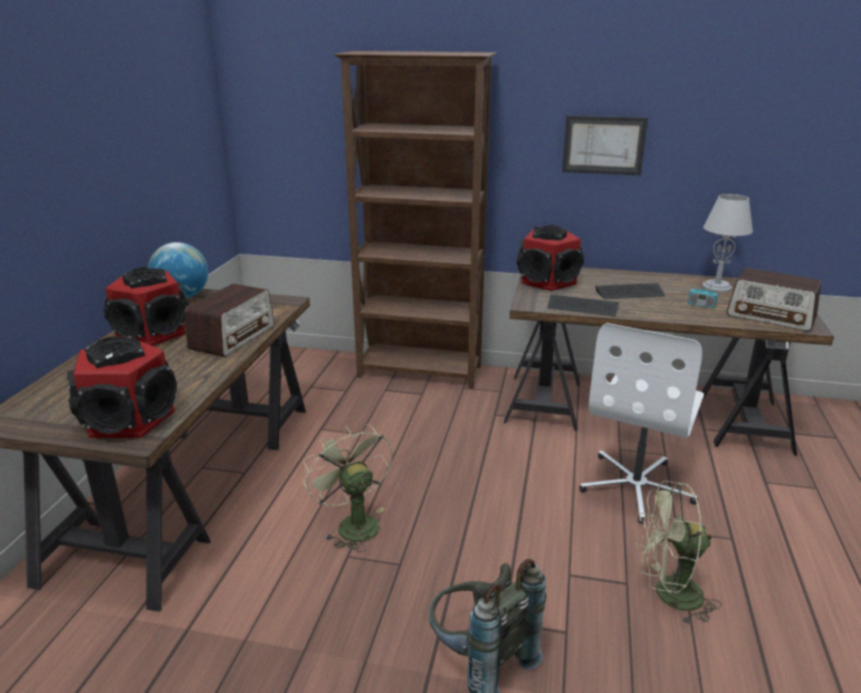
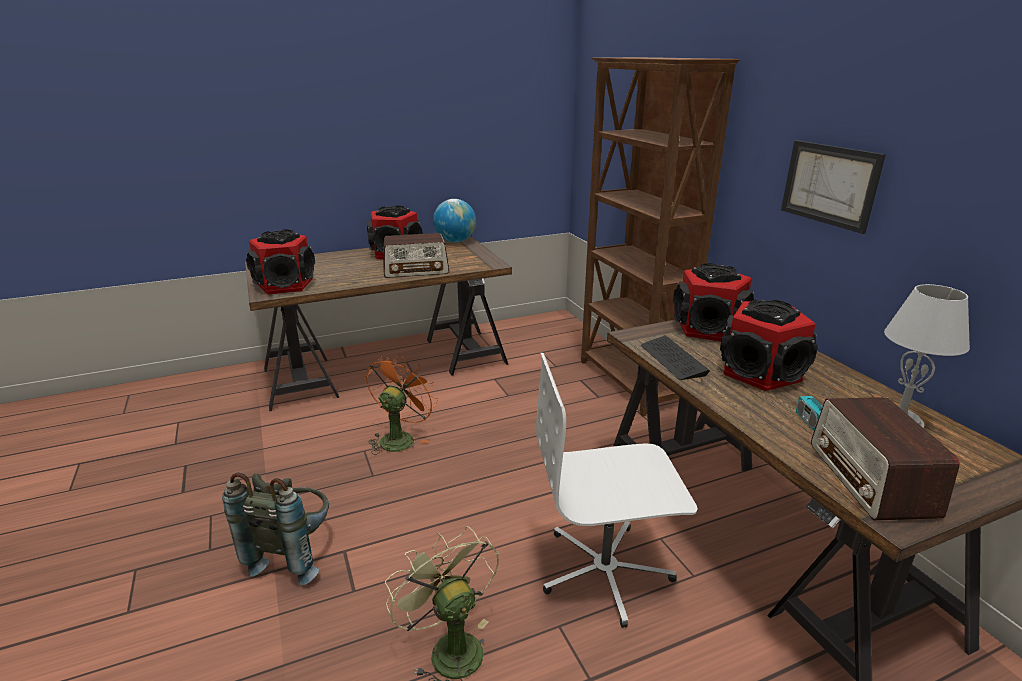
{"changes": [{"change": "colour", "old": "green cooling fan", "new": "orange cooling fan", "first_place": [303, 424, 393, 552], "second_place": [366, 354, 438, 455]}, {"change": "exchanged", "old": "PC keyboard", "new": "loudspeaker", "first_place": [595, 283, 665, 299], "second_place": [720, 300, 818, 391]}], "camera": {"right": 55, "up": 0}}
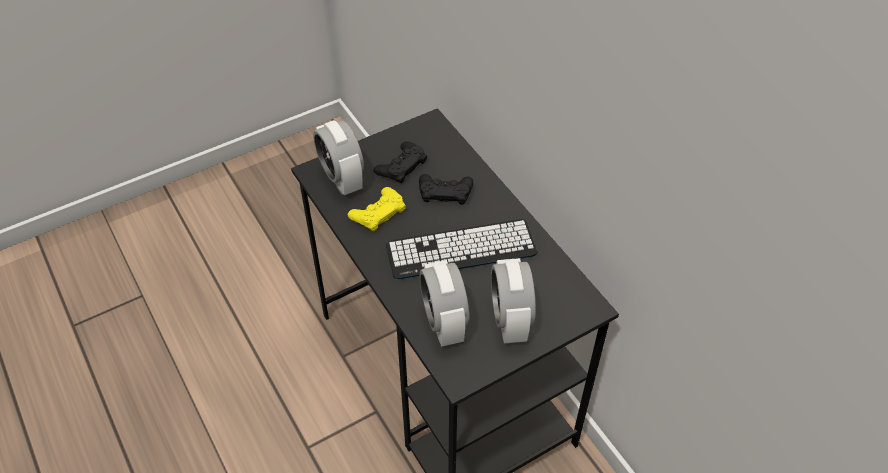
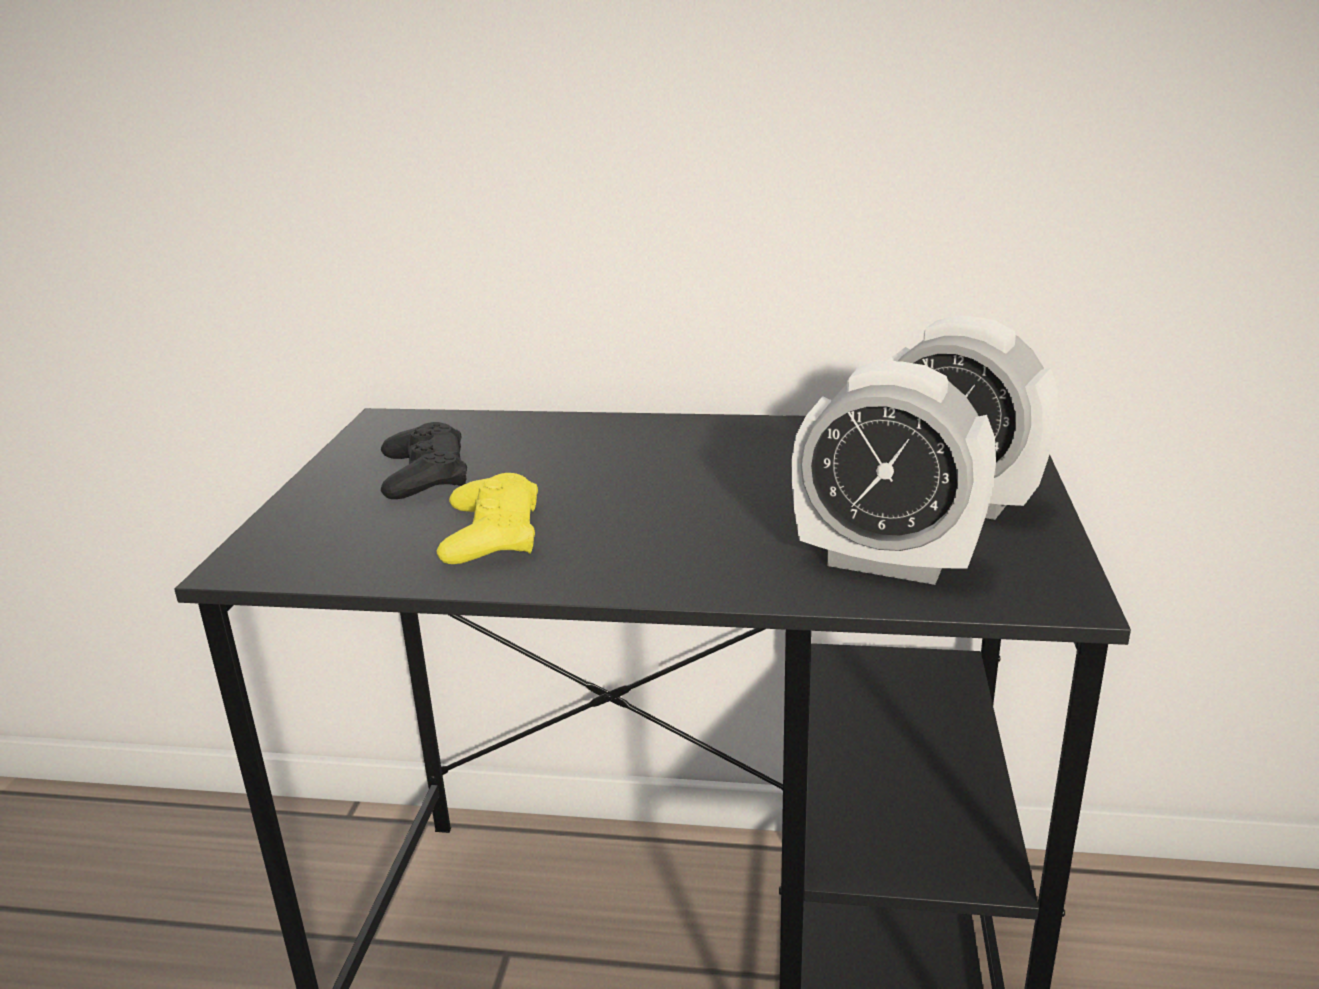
{"changes": [{"change": "missing", "old": "table clock", "first_place": [313, 120, 364, 195]}, {"change": "missing", "old": "PC keyboard", "first_place": [386, 219, 538, 280]}, {"change": "missing", "old": "black gamepad", "first_place": [419, 174, 473, 204]}], "camera": {"right": -50, "up": -25}}
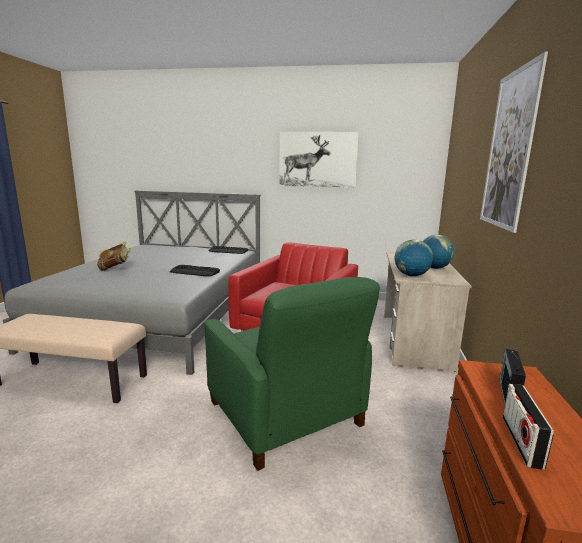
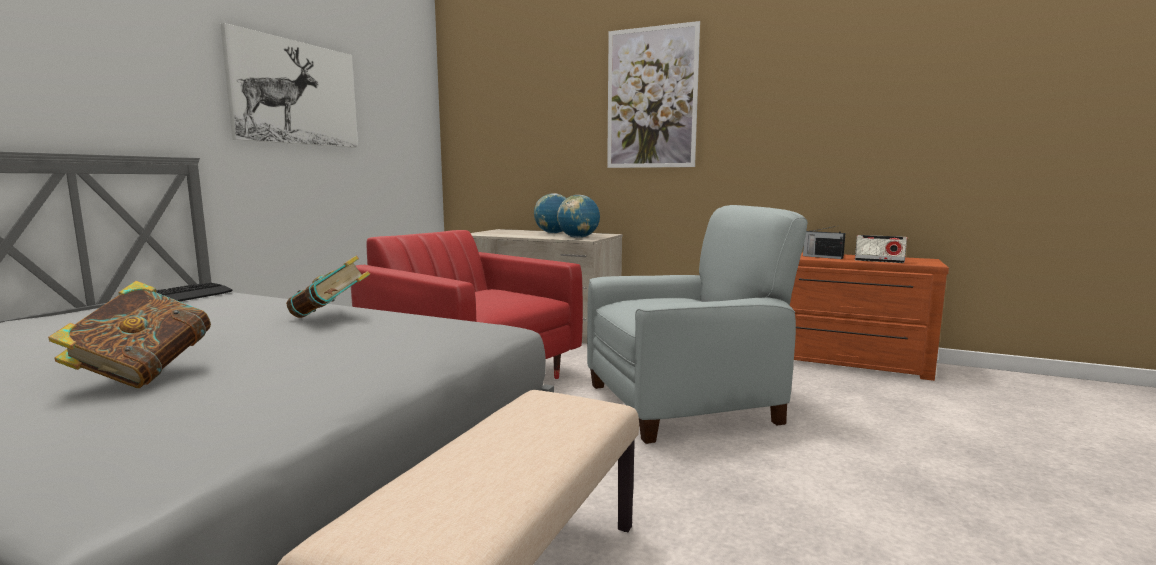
{"changes": [{"change": "exchanged", "old": "PC keyboard", "new": "bound book", "first_place": [170, 265, 220, 276], "second_place": [286, 256, 370, 318]}, {"change": "colour", "old": "green easy chair", "new": "greyish easy chair", "first_place": [204, 277, 380, 471], "second_place": [587, 205, 808, 444]}], "camera": {"right": -75, "up": -5}}
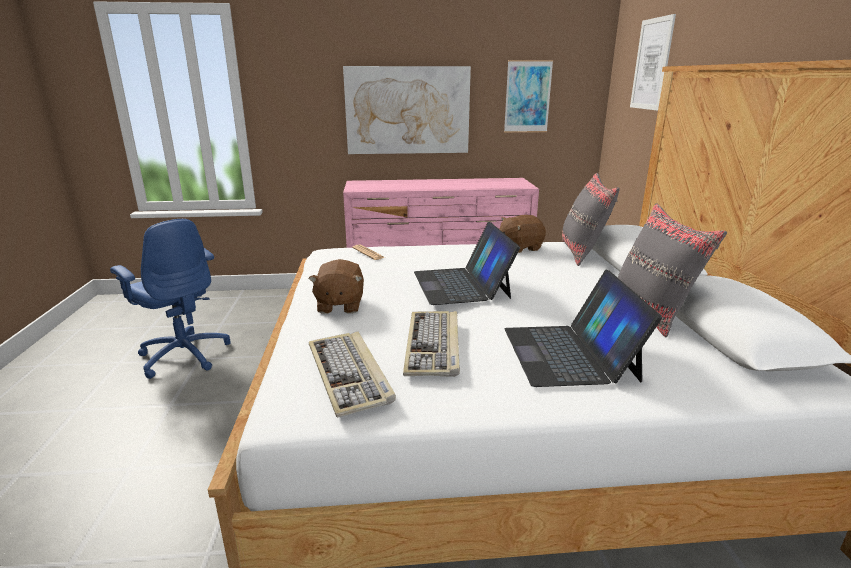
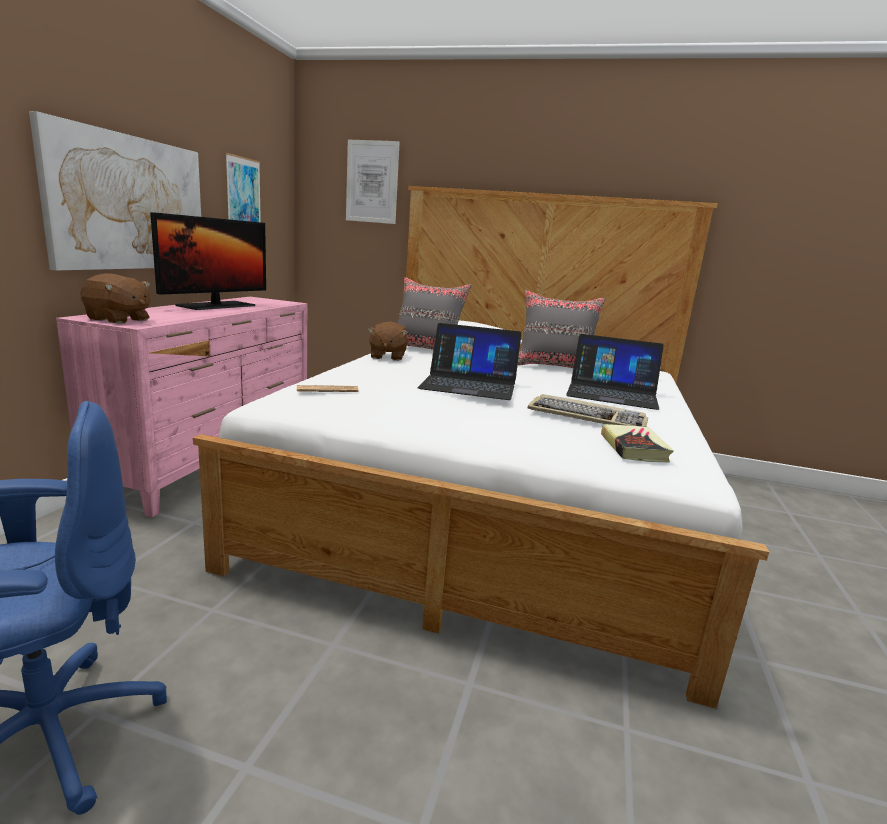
{"changes": [{"change": "relocated", "old": "brownish cuddly toy", "first_place": [308, 259, 364, 314], "second_place": [80, 273, 150, 324]}, {"change": "exchanged", "old": "PC keyboard", "new": "bound book", "first_place": [309, 331, 396, 417], "second_place": [601, 424, 674, 462]}, {"change": "appeared", "new": "computer display", "second_place": [150, 212, 266, 310]}], "camera": {"right": -70, "up": -5}}
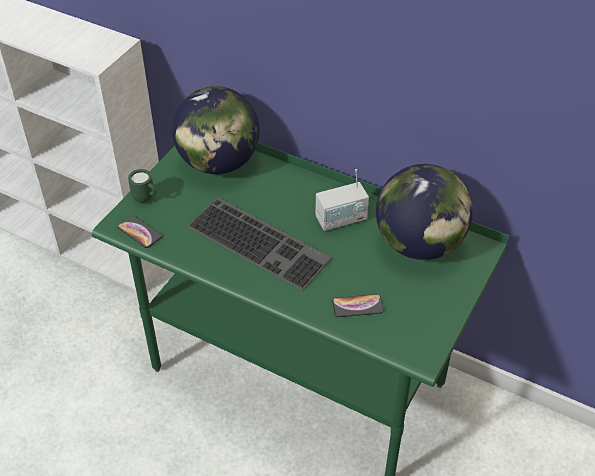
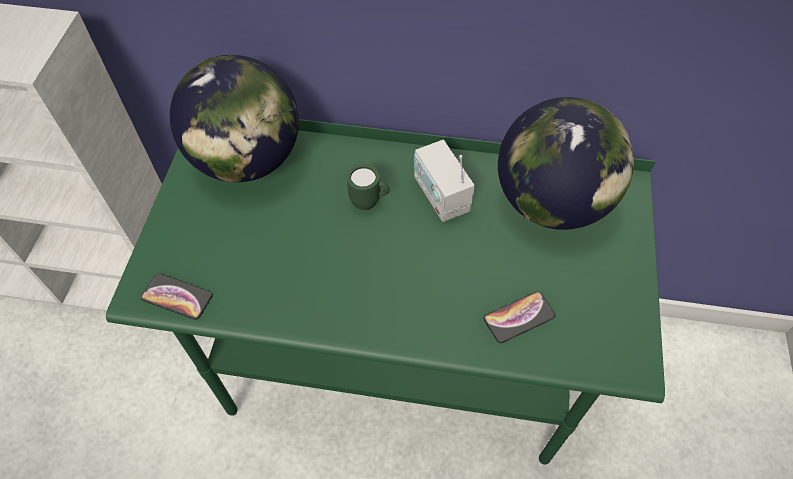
{"changes": [{"change": "relocated", "old": "green coffee mug", "first_place": [128, 169, 156, 203], "second_place": [347, 164, 390, 210]}, {"change": "missing", "old": "PC keyboard", "first_place": [187, 197, 332, 291]}, {"change": "spun", "old": "radio", "first_place": [315, 169, 369, 231], "second_place": [414, 140, 475, 222], "degrees": 105}], "camera": {"right": -20, "up": 10}}
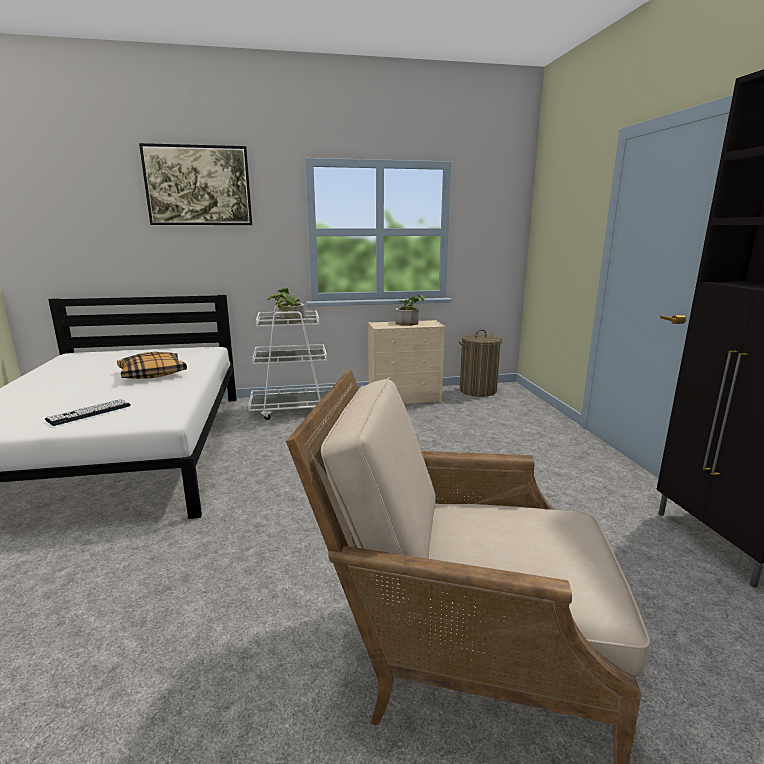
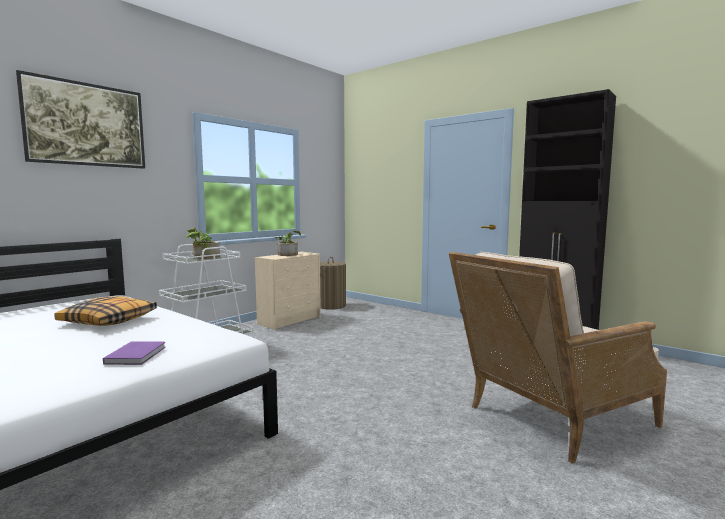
{"changes": [{"change": "exchanged", "old": "PC keyboard", "new": "purplish bound book", "first_place": [45, 399, 131, 426], "second_place": [103, 342, 166, 365]}], "camera": {"right": -40, "up": -10}}
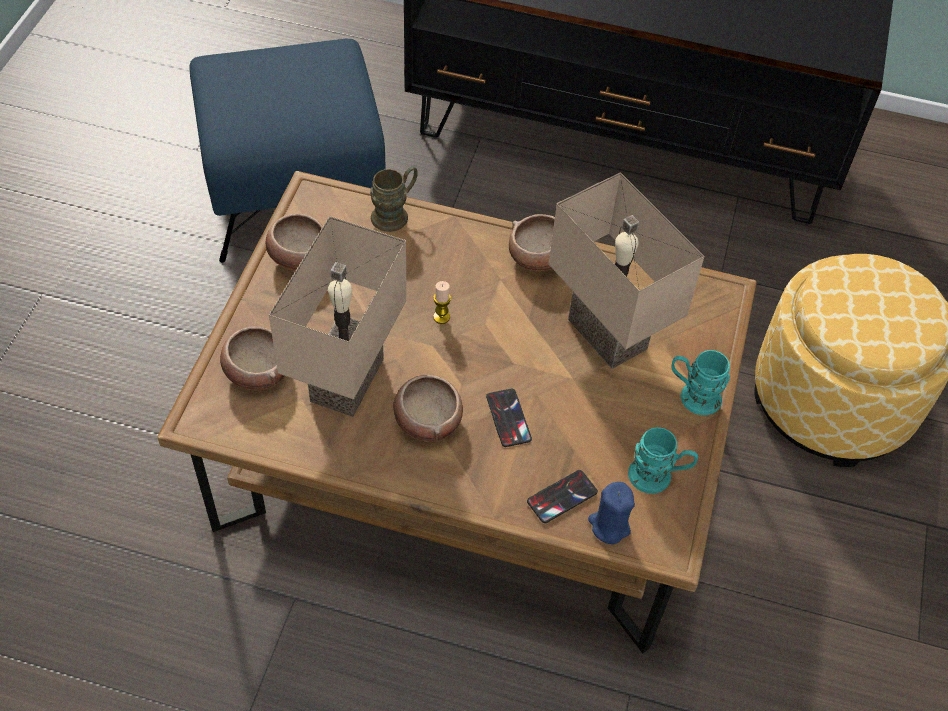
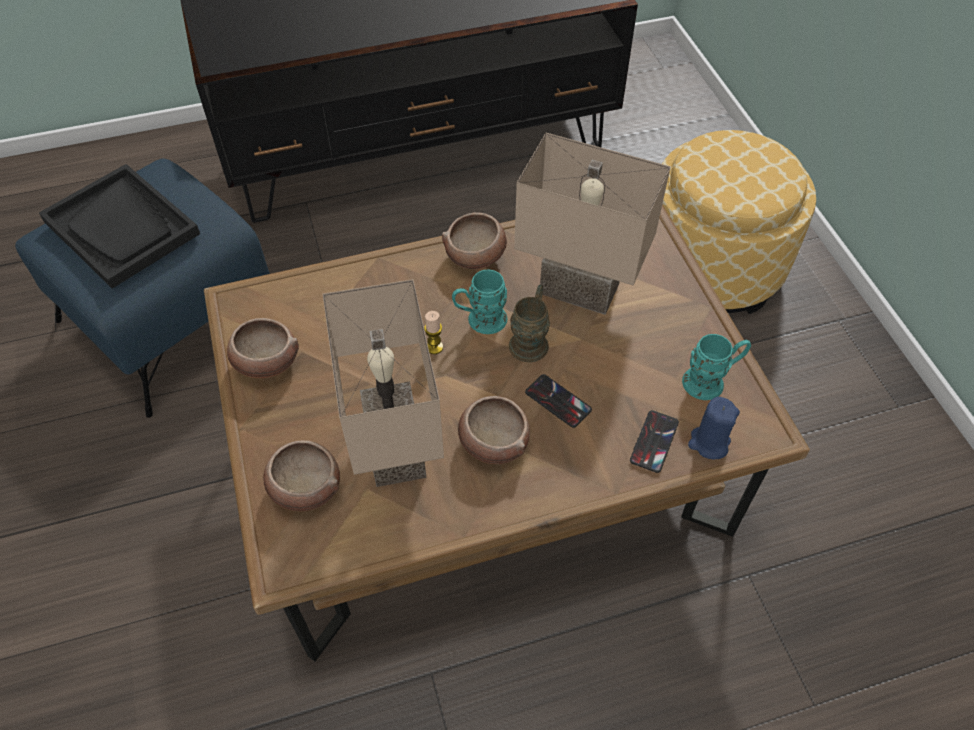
{"changes": [{"change": "relocated", "old": "brownish coffee mug", "first_place": [370, 166, 418, 232], "second_place": [509, 285, 550, 362]}, {"change": "relocated", "old": "turquoise-coloured coffee mug", "first_place": [671, 350, 730, 415], "second_place": [452, 270, 507, 334]}, {"change": "appeared", "new": "black carrying tray", "second_place": [39, 164, 200, 289]}], "camera": {"right": -30, "up": 0}}
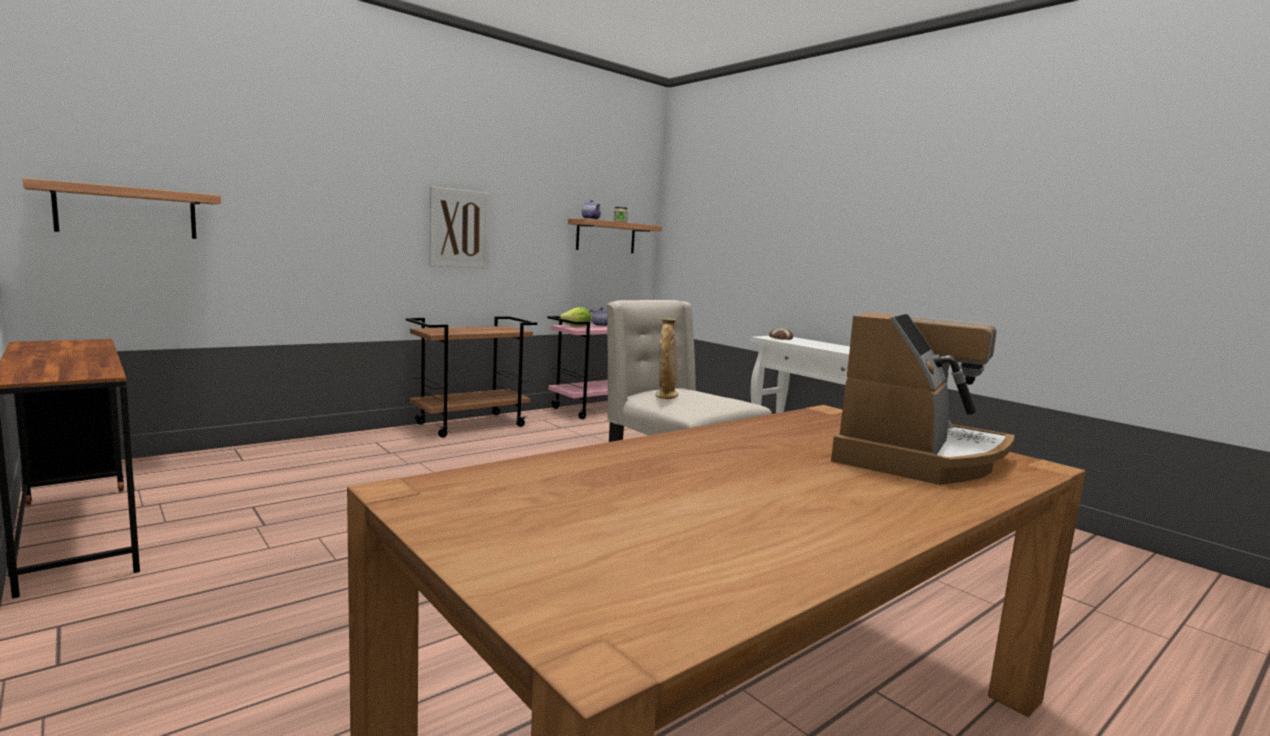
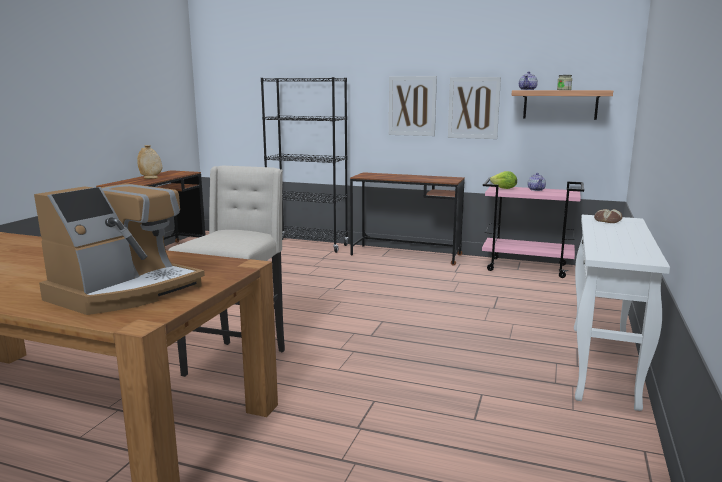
{"changes": [{"change": "missing", "old": "bracket shelf", "first_place": [23, 178, 221, 239]}, {"change": "exchanged", "old": "brownish cart", "new": "brownish desk table", "first_place": [406, 316, 537, 438], "second_place": [350, 172, 465, 265]}, {"change": "relocated", "old": "beige-coloured vase", "first_place": [656, 319, 679, 399], "second_place": [137, 145, 163, 179]}, {"change": "spun", "old": "coffee brewer", "first_place": [831, 313, 1015, 485], "second_place": [34, 183, 205, 315], "degrees": -60}, {"change": "appeared", "new": "black shelving unit", "second_place": [261, 77, 349, 253]}, {"change": "appeared", "new": "picture", "second_place": [448, 77, 501, 139]}], "camera": {"right": 60, "up": 5}}
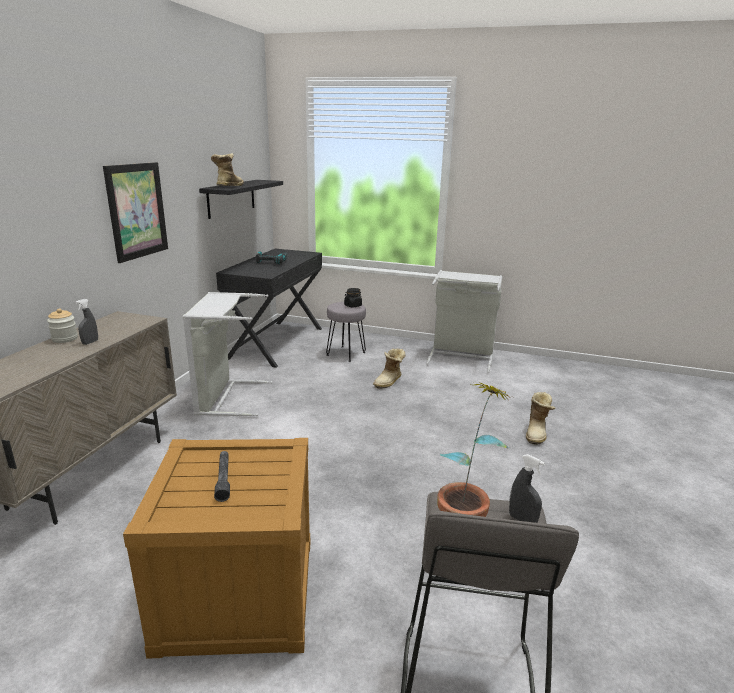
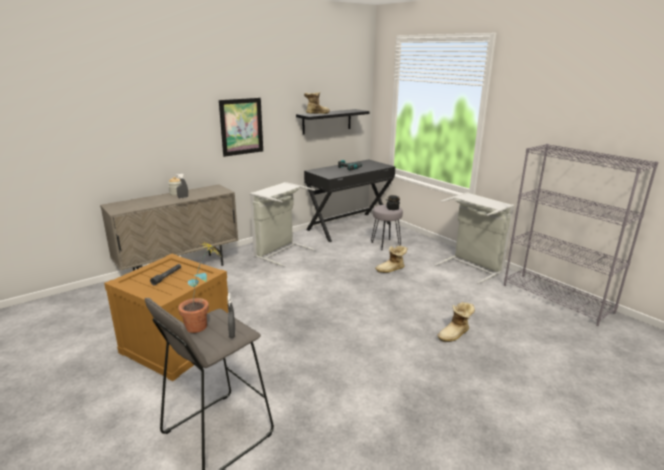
{"changes": [{"change": "appeared", "new": "greyish shelving unit", "second_place": [504, 144, 659, 326]}], "camera": {"right": 35, "up": 0}}
